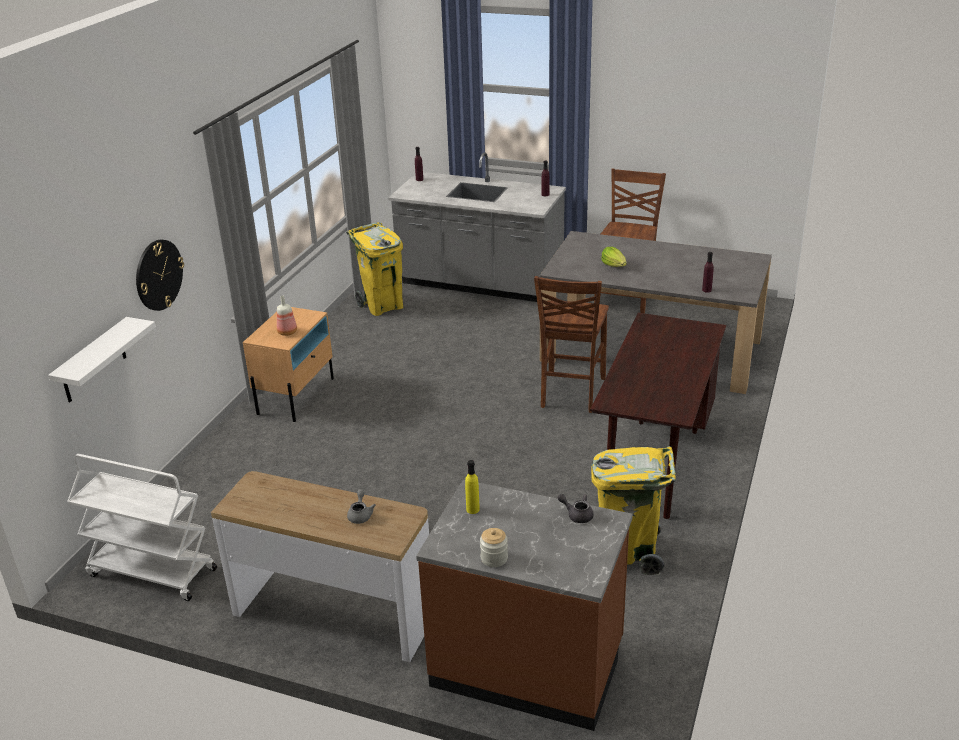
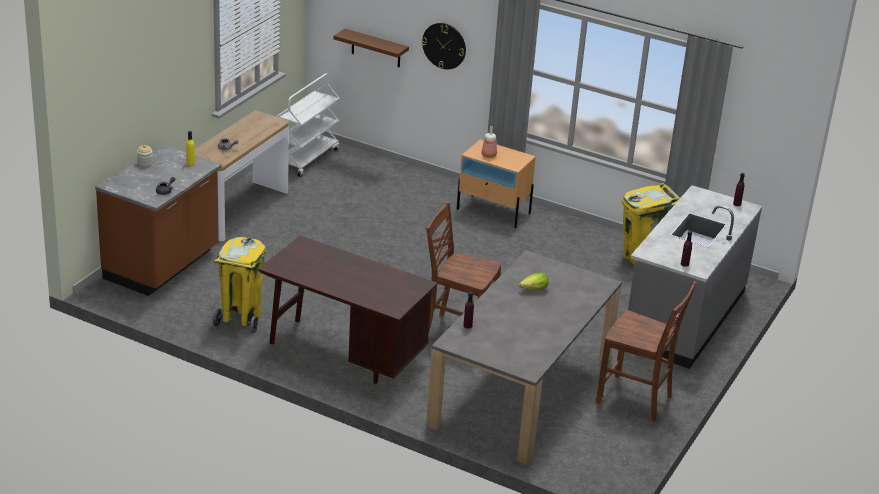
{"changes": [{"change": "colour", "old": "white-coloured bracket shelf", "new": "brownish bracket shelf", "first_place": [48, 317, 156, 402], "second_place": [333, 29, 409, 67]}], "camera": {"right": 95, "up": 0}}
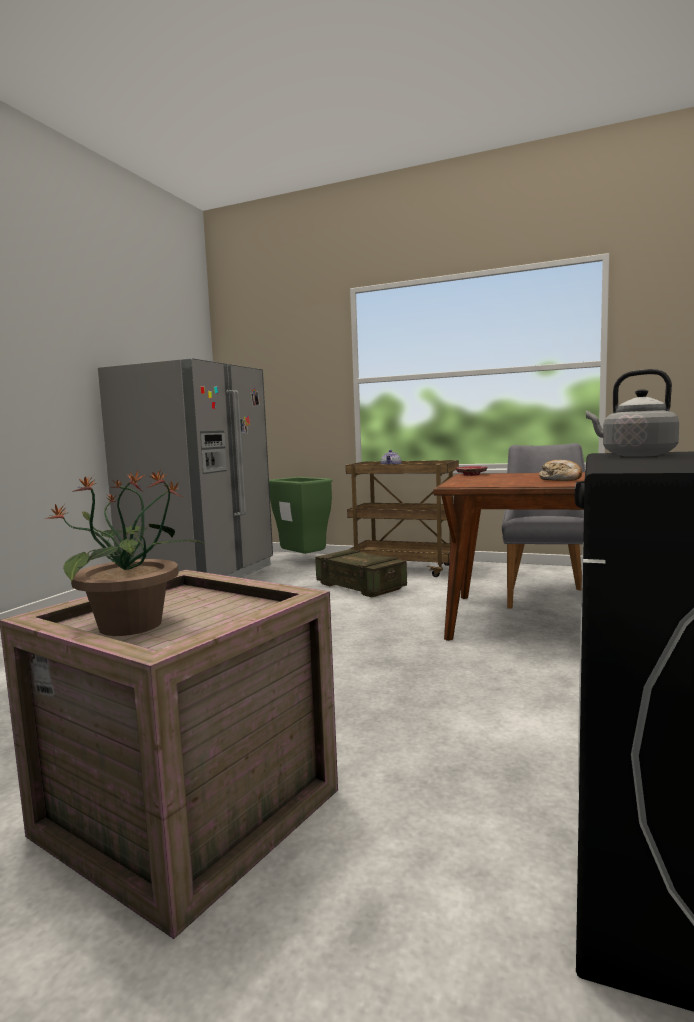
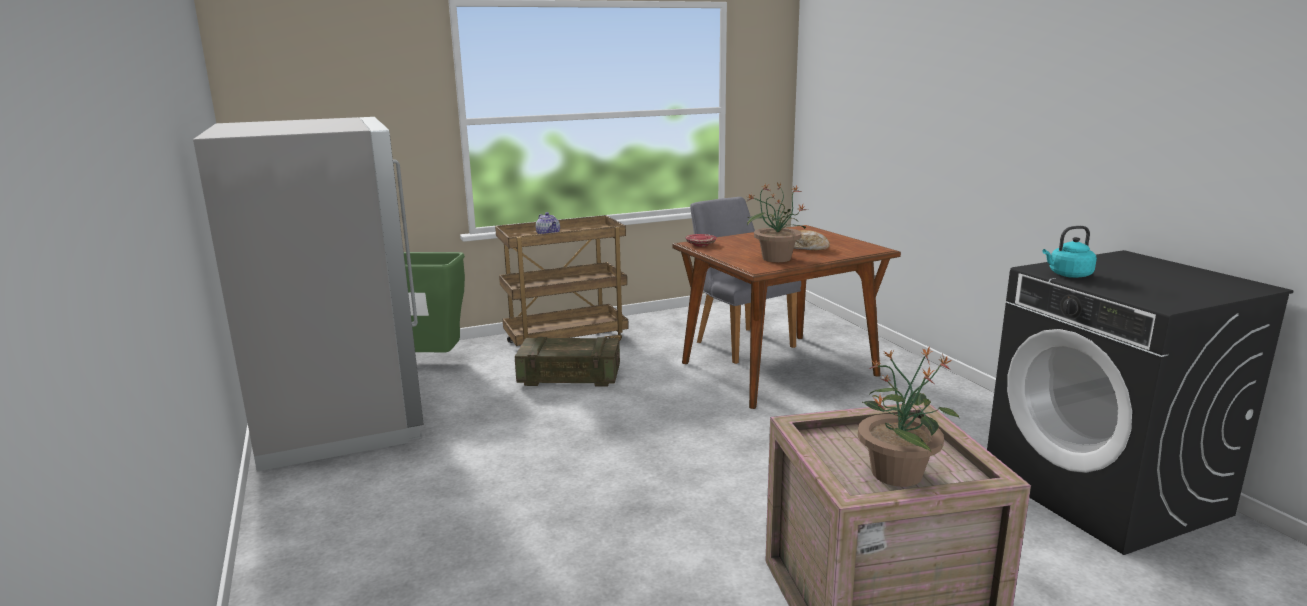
{"changes": [{"change": "colour", "old": "greyish water kettle", "new": "turquoise-coloured water kettle", "first_place": [586, 369, 679, 457], "second_place": [1042, 226, 1097, 278]}, {"change": "appeared", "new": "plant in a pot", "second_place": [746, 182, 808, 262]}], "camera": {"right": -45, "up": 10}}
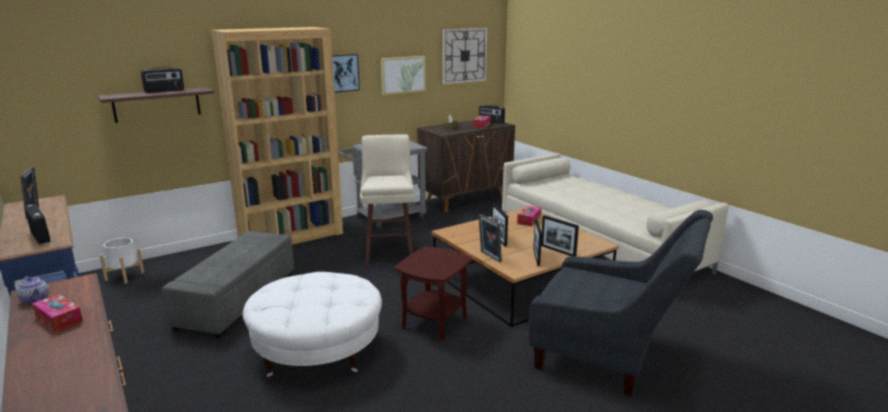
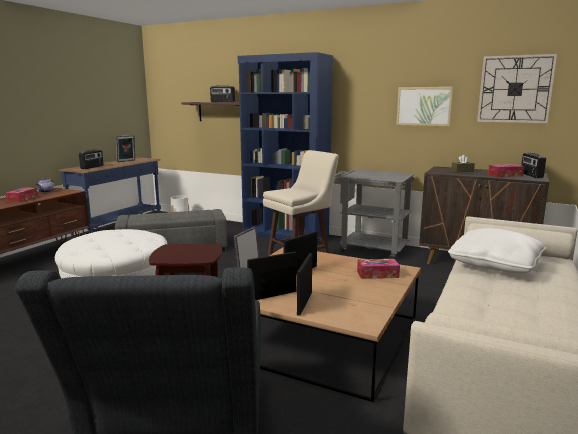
{"changes": [{"change": "colour", "old": "brownish shelving unit", "new": "bluish shelving unit", "first_place": [211, 27, 343, 244], "second_place": [238, 52, 333, 243]}, {"change": "missing", "old": "picture", "first_place": [332, 54, 360, 93]}, {"change": "appeared", "new": "white-coloured cushion", "second_place": [448, 228, 546, 273]}], "camera": {"right": 60, "up": -5}}
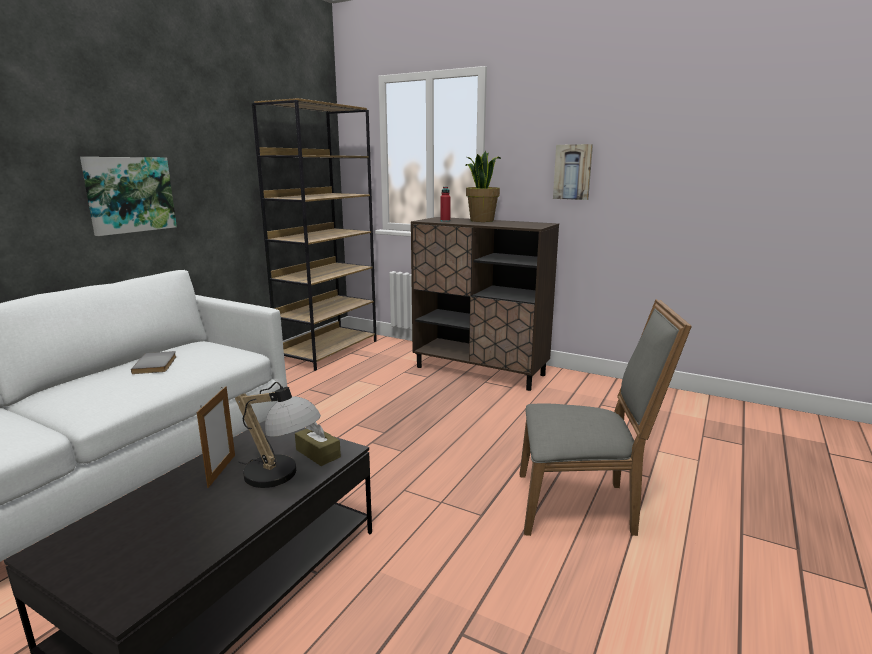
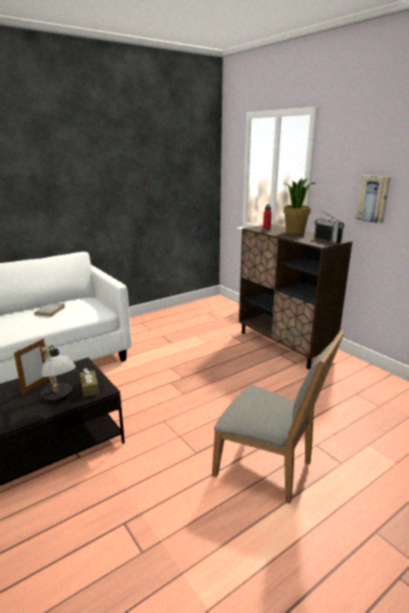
{"changes": [{"change": "missing", "old": "picture", "first_place": [80, 157, 177, 236]}, {"change": "missing", "old": "brownish shelving unit", "first_place": [252, 98, 377, 371]}, {"change": "appeared", "new": "radio", "second_place": [314, 210, 344, 244]}], "camera": {"right": 25, "up": 5}}
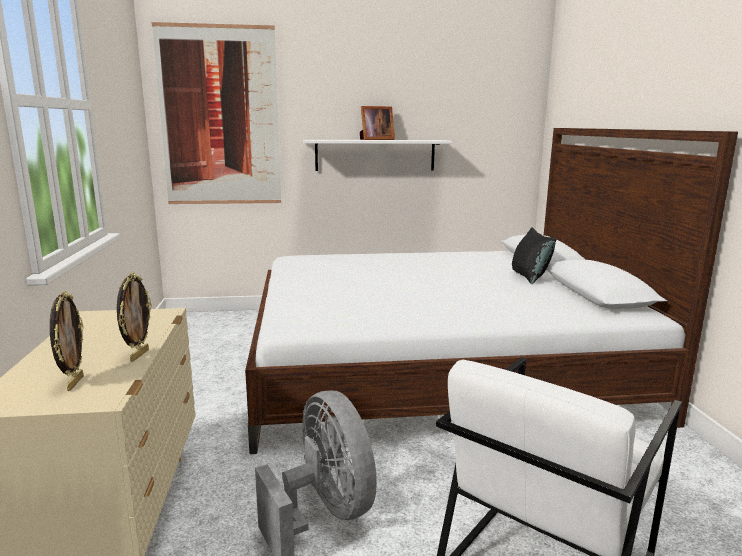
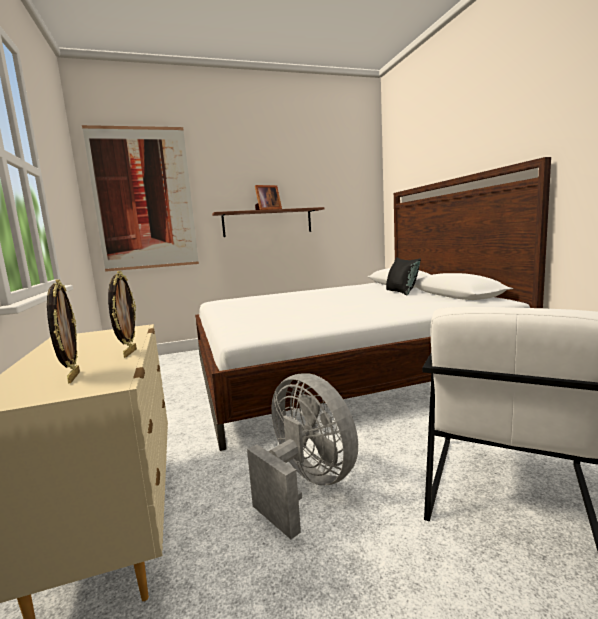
{"changes": [{"change": "colour", "old": "white-coloured bracket shelf", "new": "brownish bracket shelf", "first_place": [303, 140, 452, 171], "second_place": [212, 207, 324, 237]}], "camera": {"right": -10, "up": -5}}
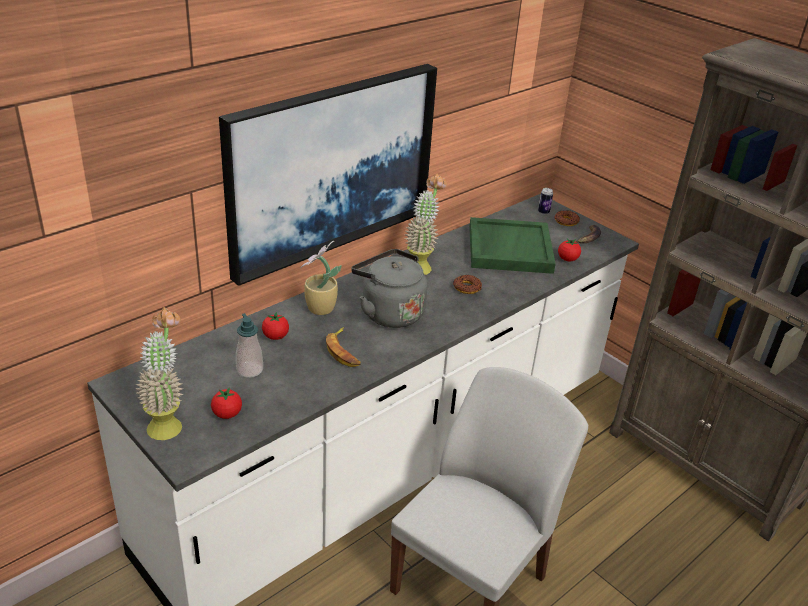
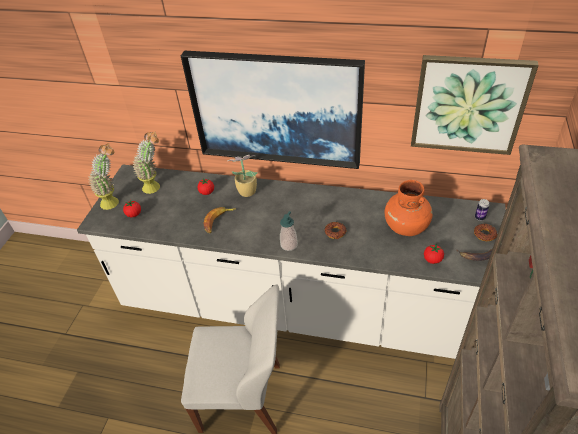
{"changes": [{"change": "relocated", "old": "soap bottle", "first_place": [236, 313, 263, 378], "second_place": [280, 211, 298, 251]}, {"change": "missing", "old": "greyish water kettle", "first_place": [351, 249, 428, 328]}, {"change": "relocated", "old": "plant in a pot", "first_place": [404, 173, 447, 275], "second_place": [132, 132, 160, 194]}, {"change": "exchanged", "old": "green carrying tray", "new": "orange vase", "first_place": [469, 217, 556, 274], "second_place": [385, 180, 433, 236]}, {"change": "appeared", "new": "picture", "second_place": [411, 55, 539, 155]}], "camera": {"right": 60, "up": 10}}
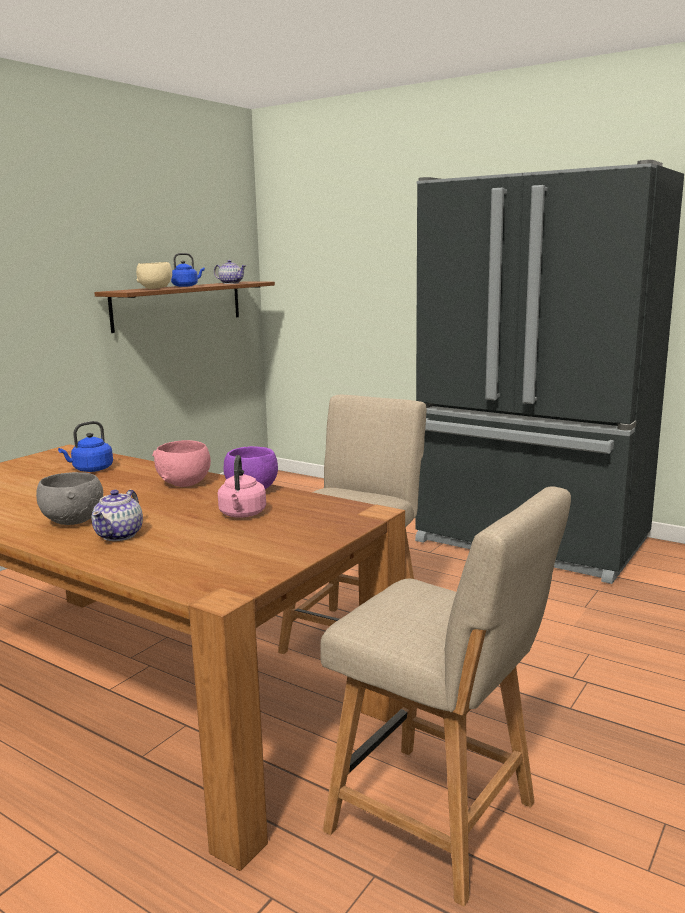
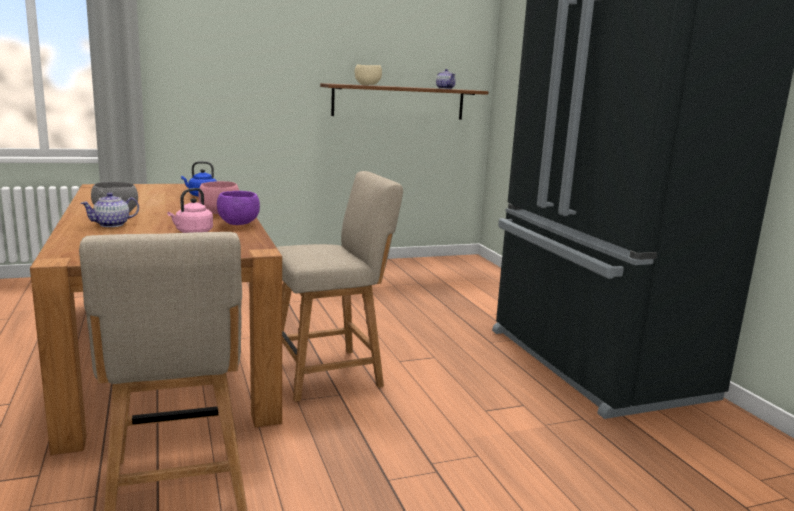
{"changes": [{"change": "missing", "old": "bluish water kettle", "first_place": [171, 253, 205, 287]}], "camera": {"right": 35, "up": 0}}
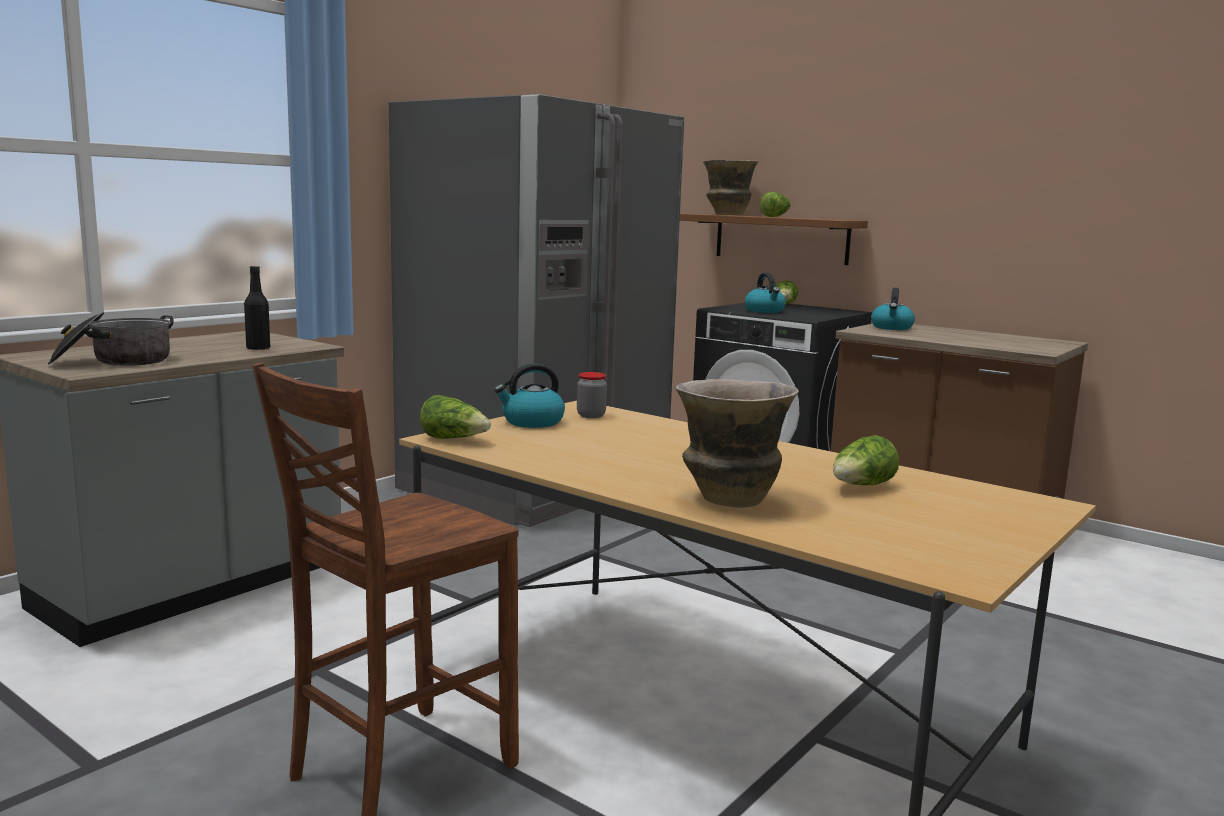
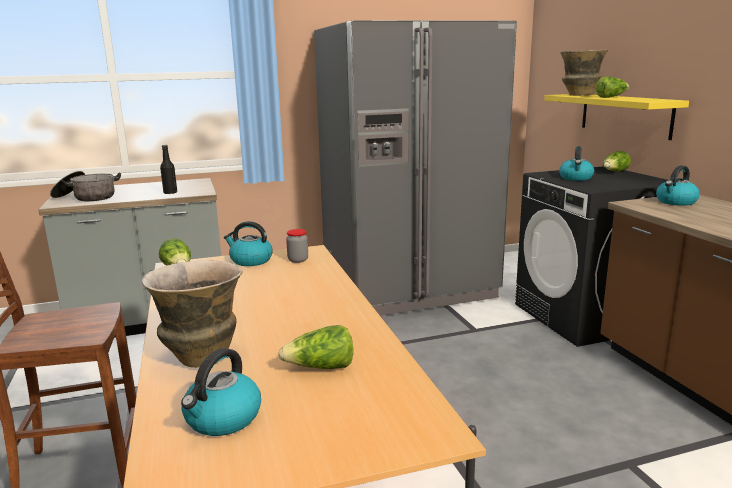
{"changes": [{"change": "colour", "old": "brownish bracket shelf", "new": "yellow bracket shelf", "first_place": [680, 214, 868, 265], "second_place": [544, 94, 689, 140]}, {"change": "appeared", "new": "water kettle", "second_place": [181, 348, 261, 436]}], "camera": {"right": 35, "up": 5}}
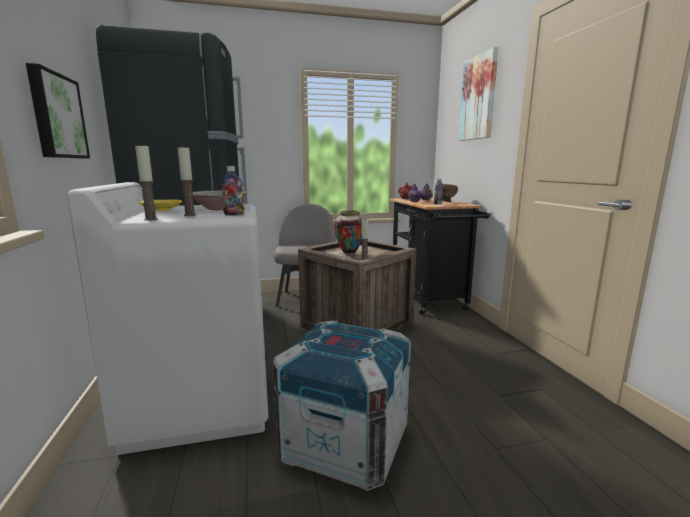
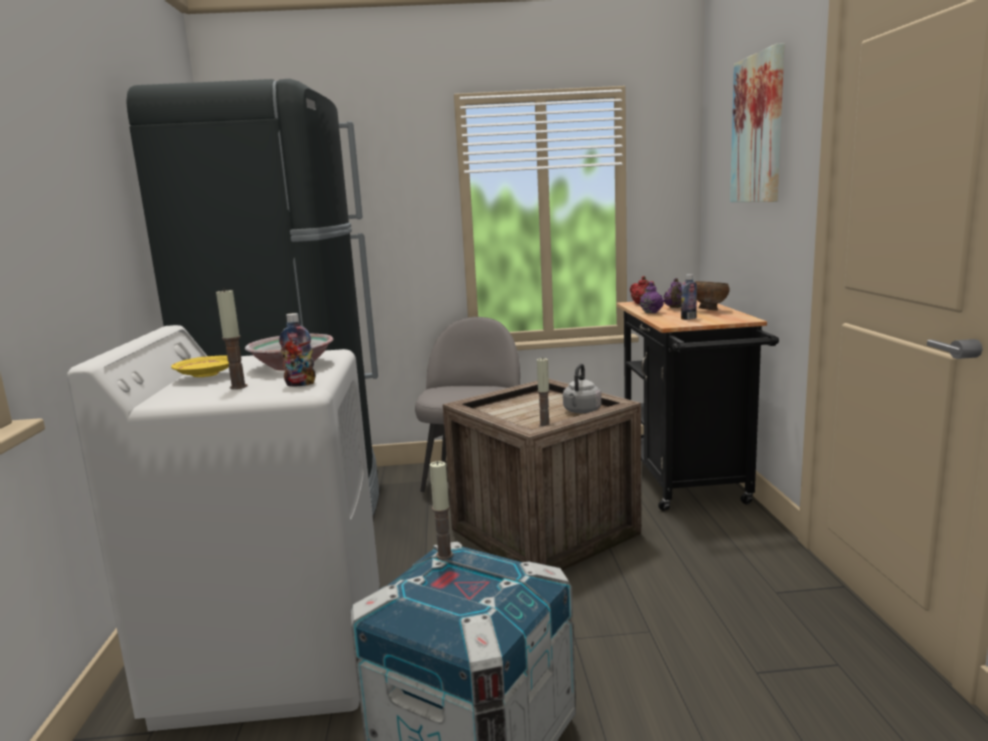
{"changes": [{"change": "missing", "old": "picture", "first_place": [26, 63, 90, 159]}, {"change": "relocated", "old": "wax candle", "first_place": [135, 143, 158, 221], "second_place": [430, 461, 453, 560]}, {"change": "missing", "old": "vase", "first_place": [334, 210, 363, 255]}, {"change": "appeared", "new": "greyish water kettle", "second_place": [563, 364, 601, 414]}], "camera": {"right": 10, "up": 0}}
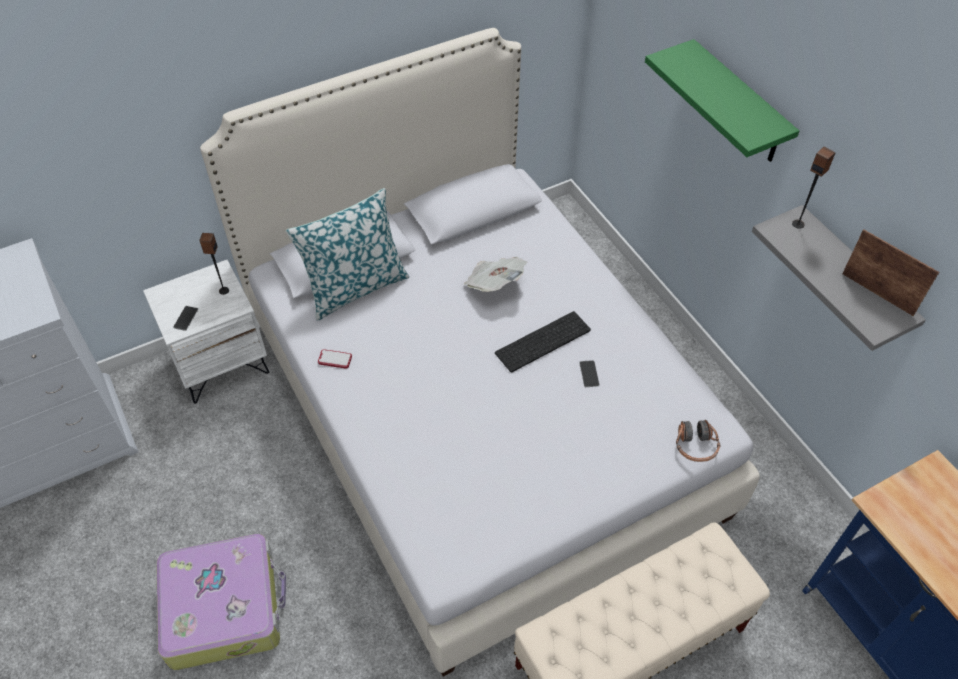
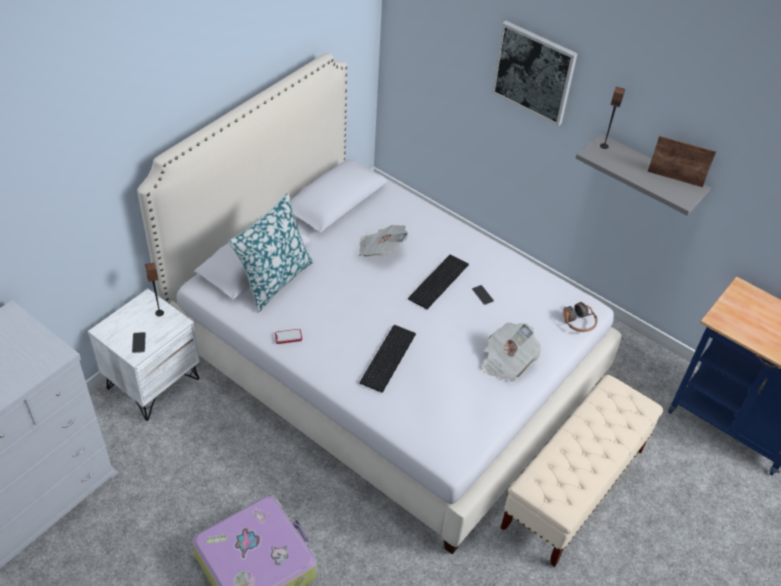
{"changes": [{"change": "exchanged", "old": "green bracket shelf", "new": "picture", "first_place": [645, 39, 799, 162], "second_place": [492, 21, 578, 126]}, {"change": "appeared", "new": "PC keyboard", "second_place": [360, 325, 416, 393]}, {"change": "appeared", "new": "daily paper", "second_place": [482, 322, 541, 382]}], "camera": {"right": -25, "up": -5}}
